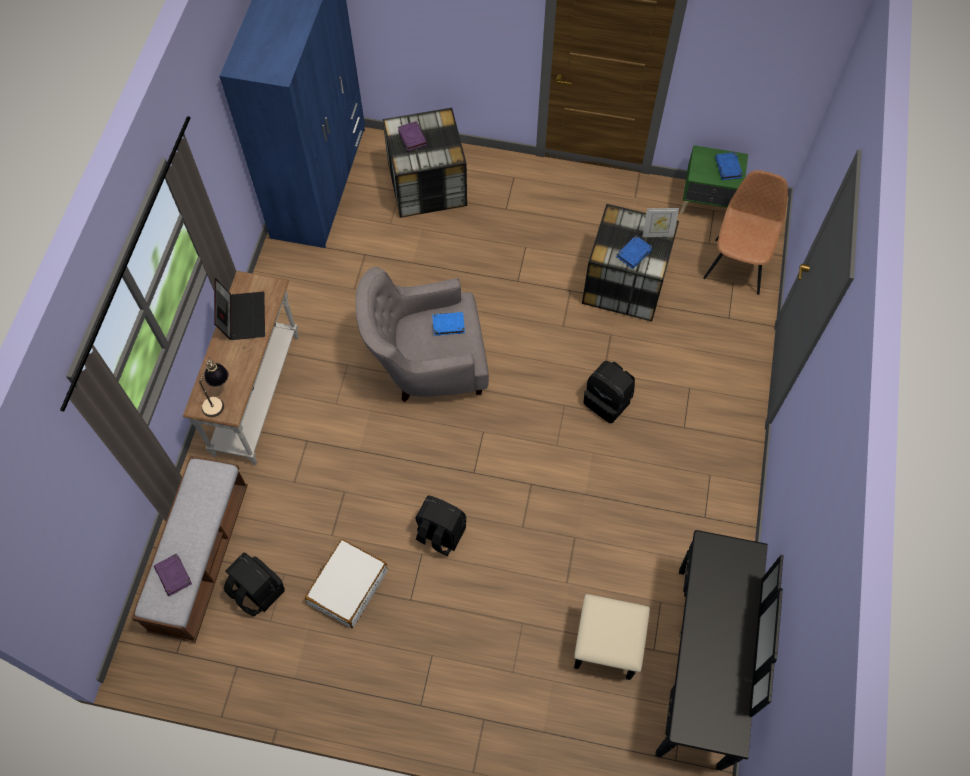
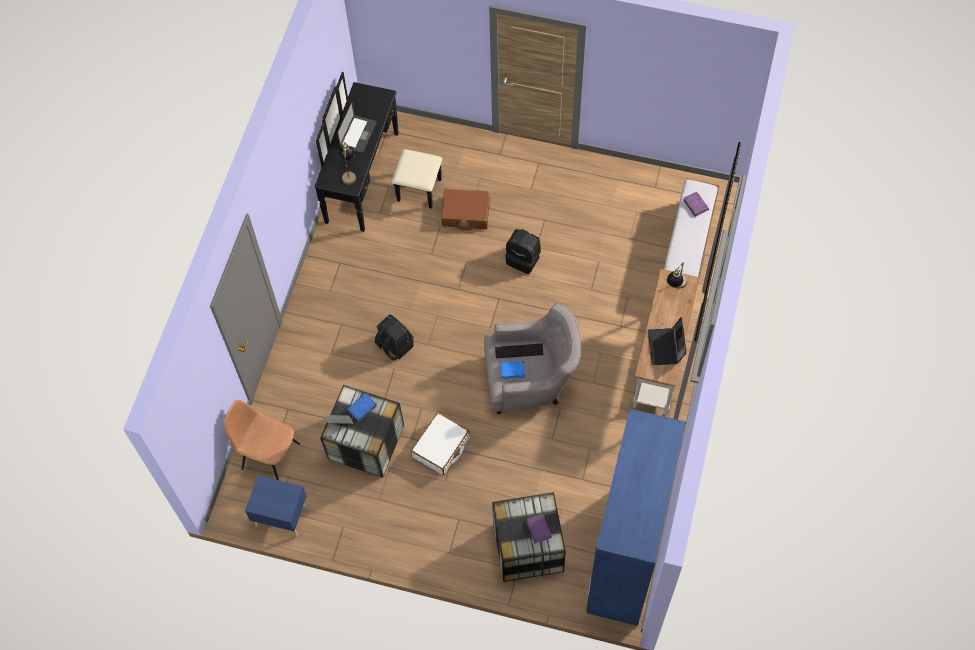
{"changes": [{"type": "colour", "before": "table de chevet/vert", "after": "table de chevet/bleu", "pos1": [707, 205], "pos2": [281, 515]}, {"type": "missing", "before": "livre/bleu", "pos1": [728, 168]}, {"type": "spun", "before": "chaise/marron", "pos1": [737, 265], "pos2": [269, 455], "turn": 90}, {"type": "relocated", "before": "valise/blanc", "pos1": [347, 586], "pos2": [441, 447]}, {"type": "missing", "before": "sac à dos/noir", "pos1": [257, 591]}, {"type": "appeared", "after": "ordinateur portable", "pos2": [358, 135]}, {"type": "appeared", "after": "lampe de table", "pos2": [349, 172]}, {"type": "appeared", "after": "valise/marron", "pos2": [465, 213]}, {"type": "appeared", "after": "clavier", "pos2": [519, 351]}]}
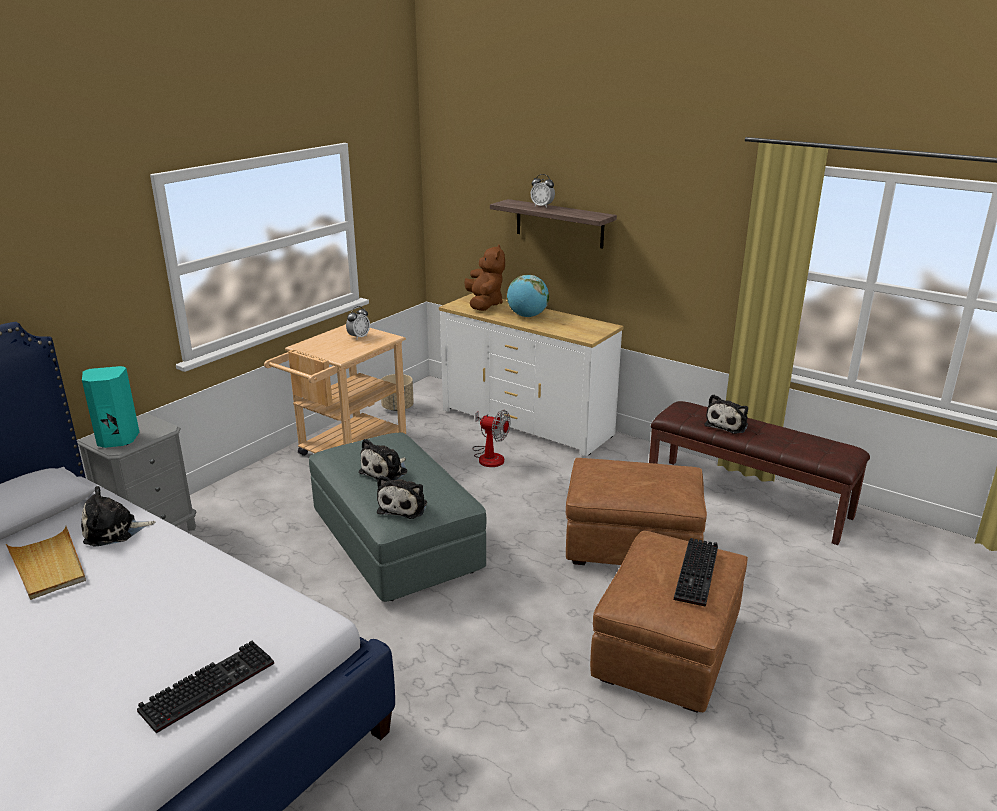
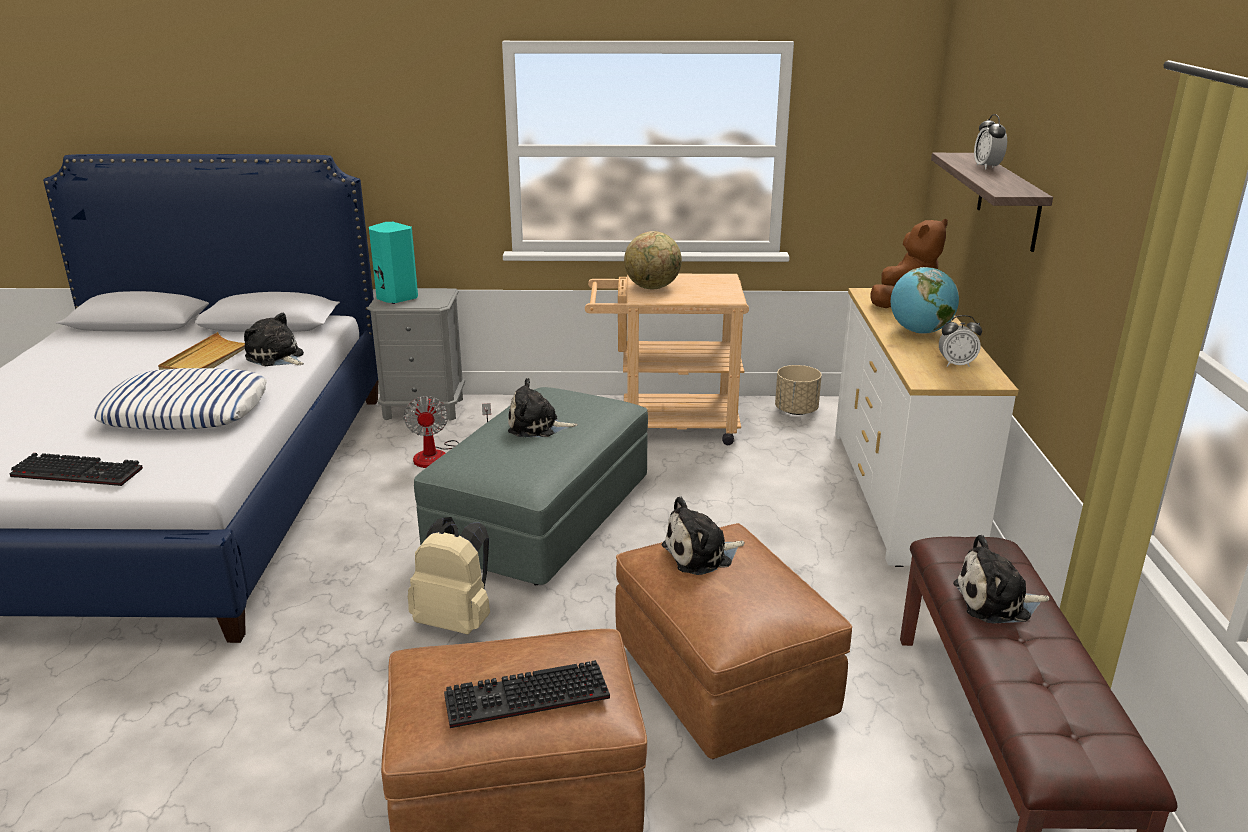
{"changes": [{"type": "relocated", "before": "réveil", "pos1": [358, 337], "pos2": [956, 364]}, {"type": "relocated", "before": "ventilateur", "pos1": [489, 456], "pos2": [441, 455]}, {"type": "relocated", "before": "peluche", "pos1": [404, 506], "pos2": [701, 555]}, {"type": "appeared", "after": "globe", "pos2": [652, 287]}, {"type": "appeared", "after": "coussin", "pos2": [187, 411]}, {"type": "appeared", "after": "sac à dos/beige", "pos2": [456, 621]}]}
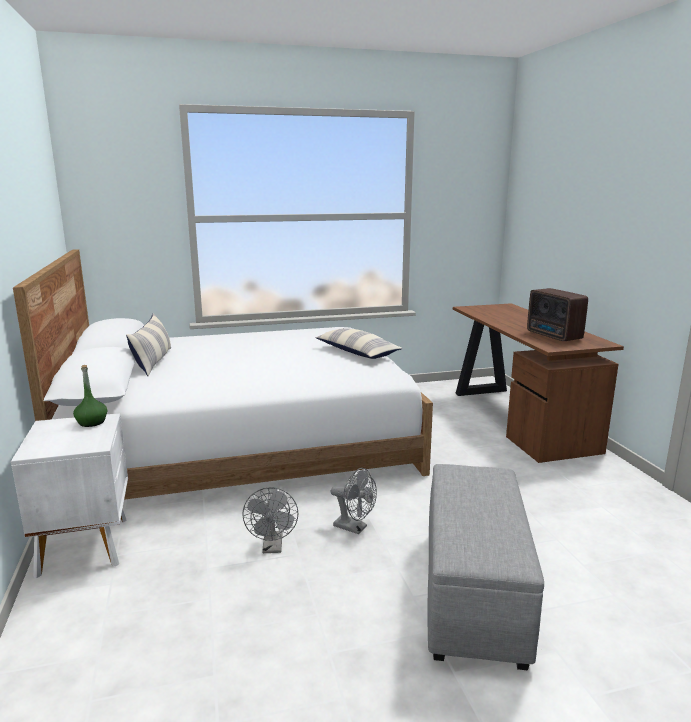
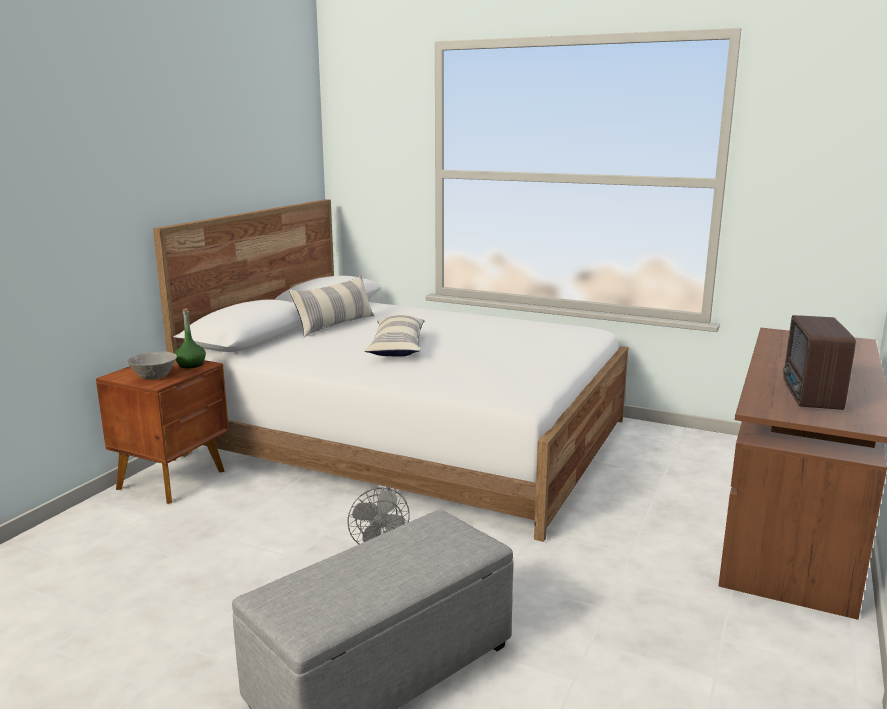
{"changes": [{"type": "relocated", "before": "coussin", "pos1": [357, 353], "pos2": [397, 347]}, {"type": "colour", "before": "table de chevet/blanc", "after": "table de chevet/marron", "pos1": [86, 545], "pos2": [174, 479]}, {"type": "missing", "before": "ventilateur/gris", "pos1": [273, 547]}, {"type": "appeared", "after": "bol/gris", "pos2": [155, 377]}]}
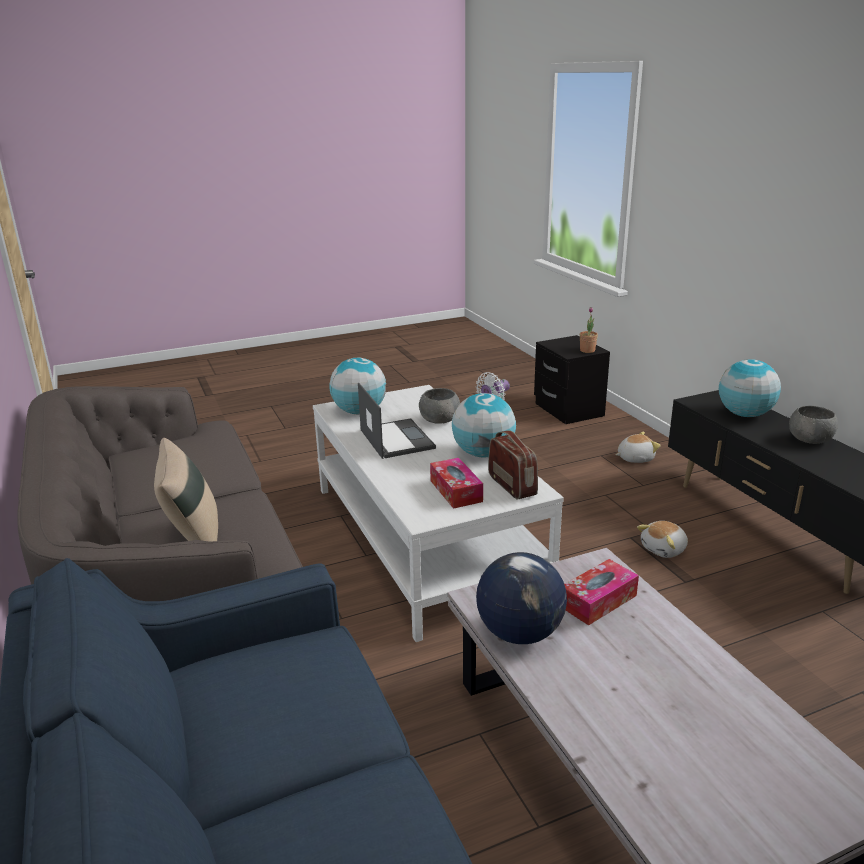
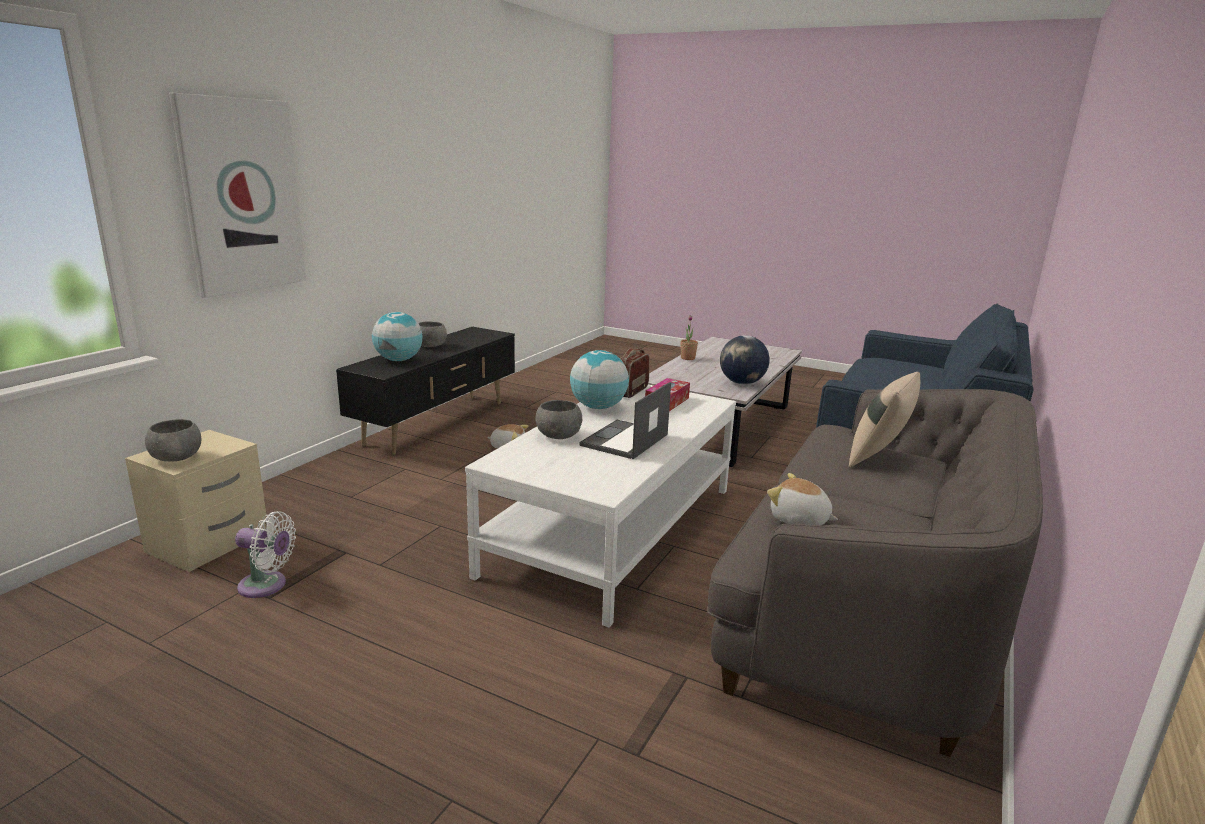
{"changes": [{"type": "relocated", "before": "plante en pot", "pos1": [587, 350], "pos2": [687, 358]}, {"type": "colour", "before": "table de chevet/noir", "after": "table de chevet/beige", "pos1": [567, 410], "pos2": [209, 543]}, {"type": "missing", "before": "globe", "pos1": [359, 412]}, {"type": "relocated", "before": "peluche", "pos1": [635, 458], "pos2": [799, 520]}, {"type": "missing", "before": "boîte à mouchoirs", "pos1": [598, 601]}, {"type": "appeared", "after": "tableau", "pos2": [241, 196]}, {"type": "appeared", "after": "bol/gris", "pos2": [176, 458]}]}
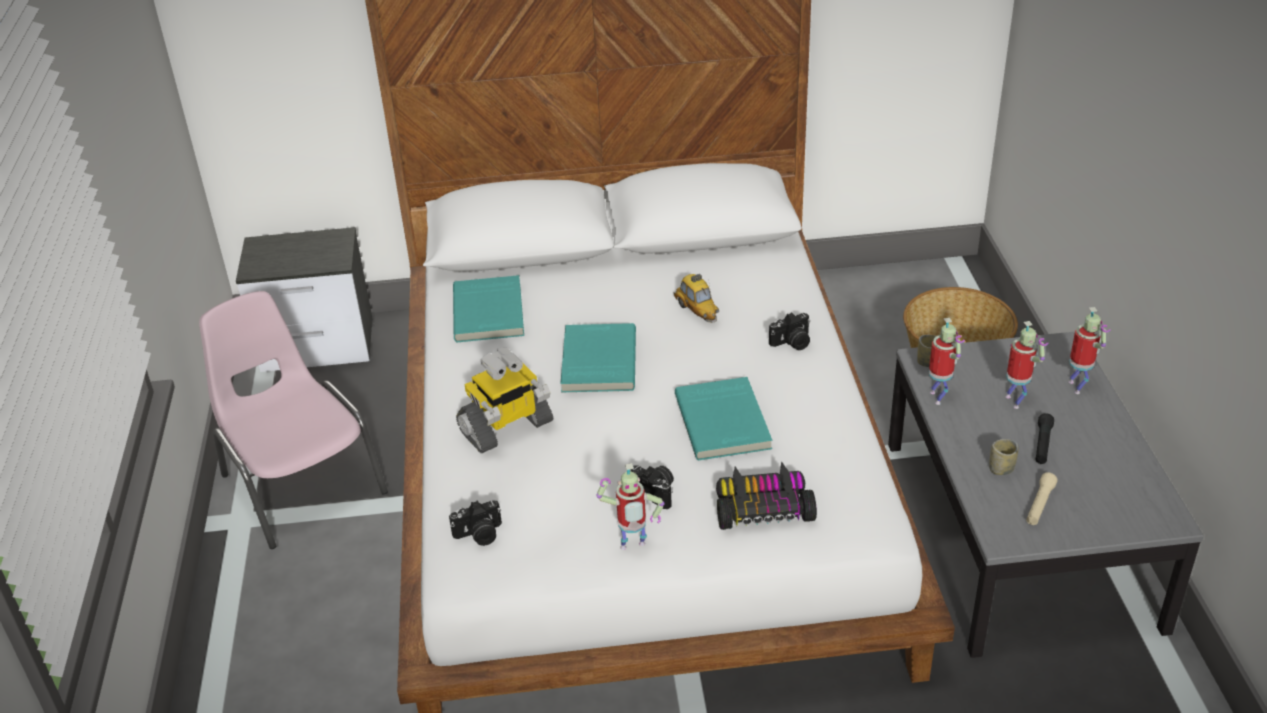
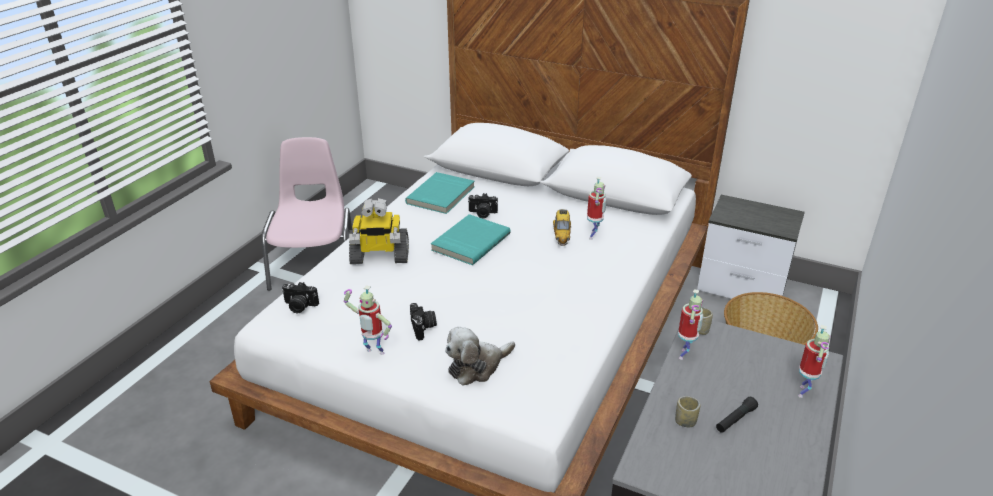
{"changes": [{"type": "relocated", "before": "table de chevet", "pos1": [320, 346], "pos2": [743, 287]}, {"type": "relocated", "before": "appareil photo", "pos1": [792, 343], "pos2": [482, 213]}, {"type": "relocated", "before": "robot jouet", "pos1": [1015, 401], "pos2": [594, 236]}, {"type": "missing", "before": "livre/turquoise", "pos1": [724, 421]}, {"type": "exchanged", "before": "petite voiture", "after": "peluche", "pos1": [763, 508], "pos2": [477, 366]}, {"type": "missing", "before": "lampe de poche/beige", "pos1": [1039, 505]}]}
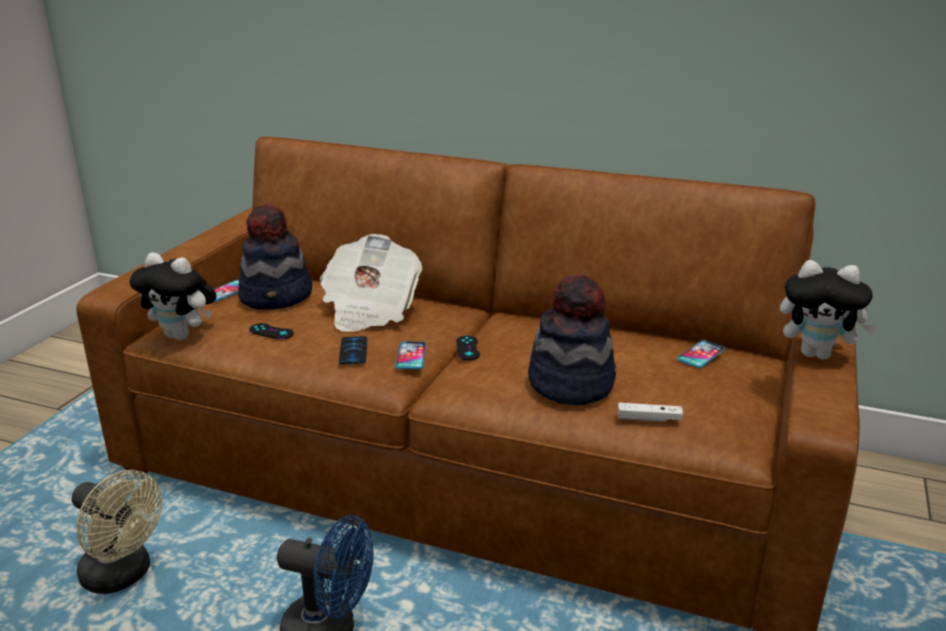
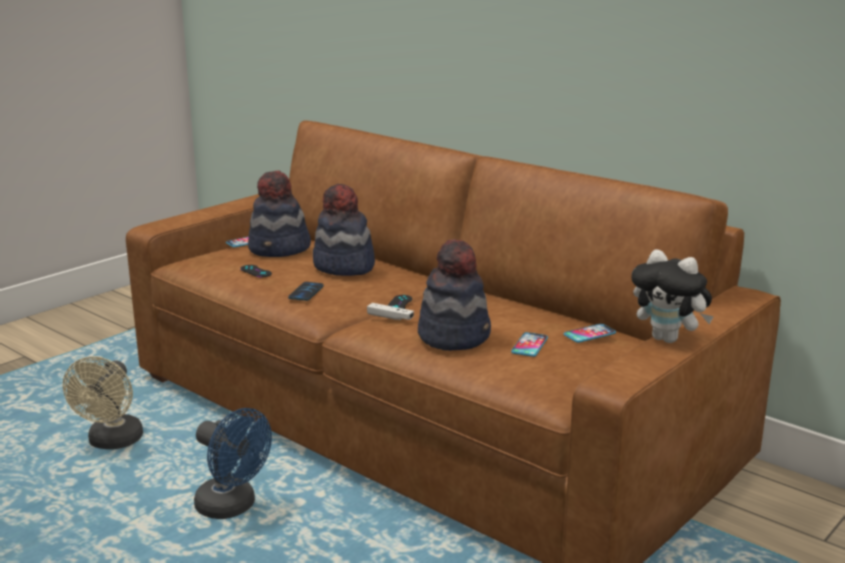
{"changes": [{"type": "exchanged", "before": "journal", "after": "chapeau", "pos1": [369, 309], "pos2": [343, 267]}, {"type": "missing", "before": "peluche", "pos1": [182, 336]}, {"type": "relocated", "before": "téléphone", "pos1": [411, 356], "pos2": [529, 345]}, {"type": "relocated", "before": "manette/blanc", "pos1": [649, 419], "pos2": [390, 317]}, {"type": "spun", "before": "ventilateur/beige", "pos1": [123, 576], "pos2": [112, 443], "turn": 45}]}
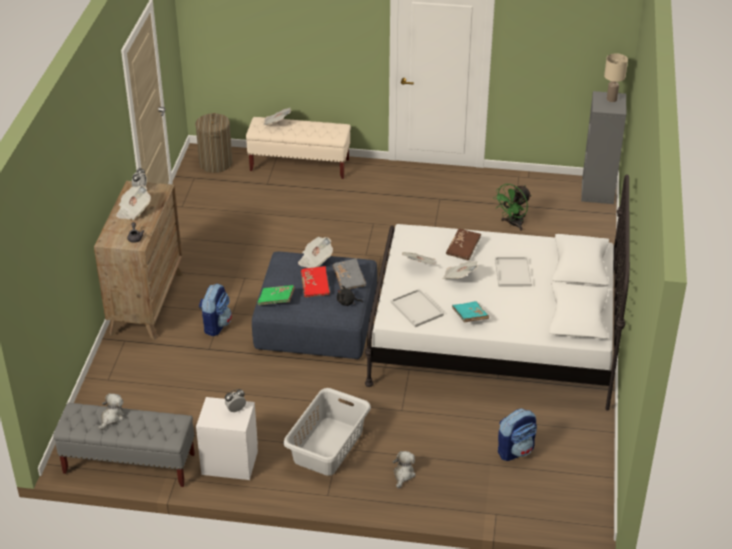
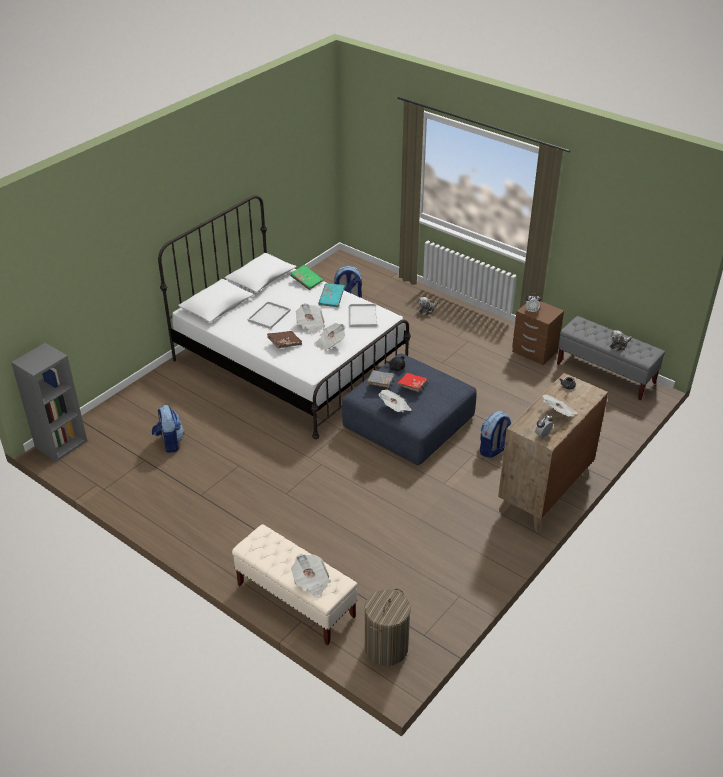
{"changes": [{"type": "missing", "before": "lampe de table/beige", "pos1": [611, 99]}, {"type": "exchanged", "before": "ventilateur/vert", "after": "sac à dos", "pos1": [512, 224], "pos2": [169, 443]}, {"type": "relocated", "before": "livre/vert", "pos1": [276, 300], "pos2": [307, 281]}, {"type": "missing", "before": "panier à linge/gris", "pos1": [329, 446]}, {"type": "colour", "before": "table de chevet/blanc", "after": "table de chevet/marron", "pos1": [229, 462], "pos2": [534, 352]}]}
